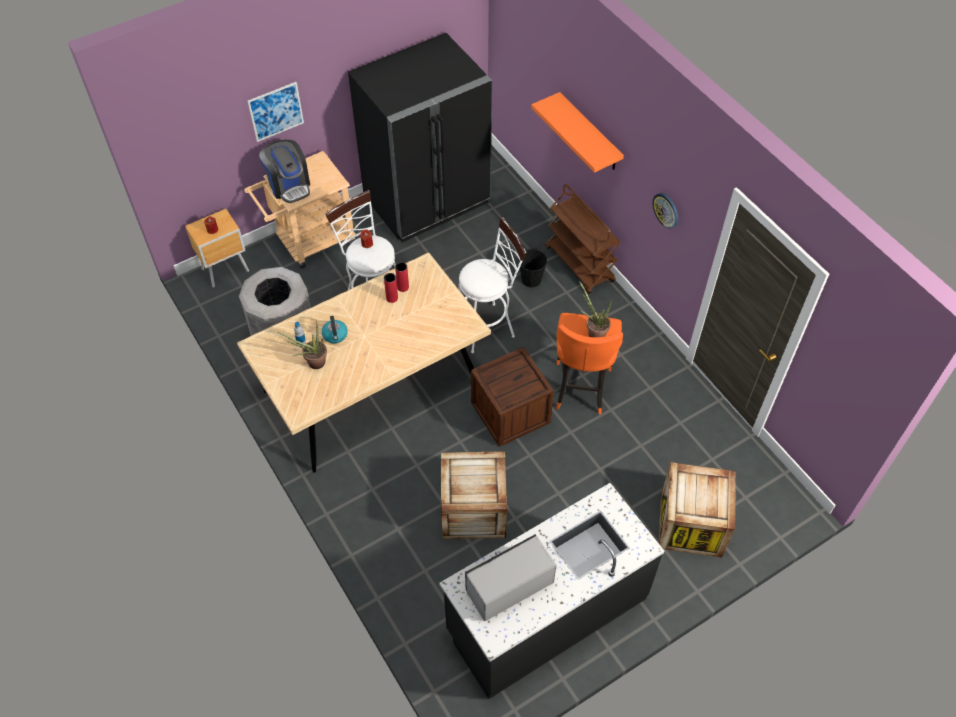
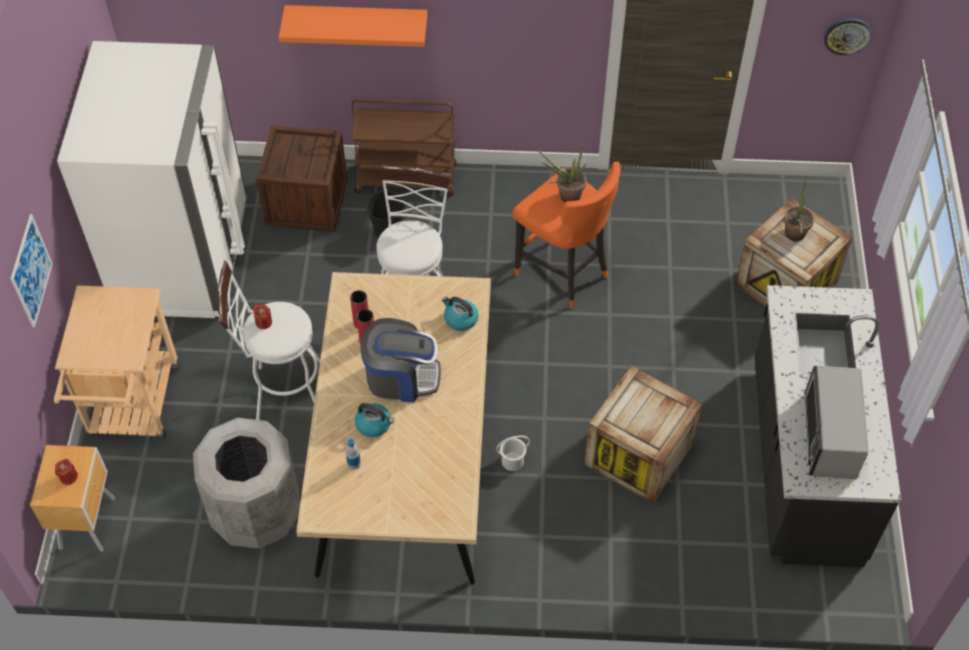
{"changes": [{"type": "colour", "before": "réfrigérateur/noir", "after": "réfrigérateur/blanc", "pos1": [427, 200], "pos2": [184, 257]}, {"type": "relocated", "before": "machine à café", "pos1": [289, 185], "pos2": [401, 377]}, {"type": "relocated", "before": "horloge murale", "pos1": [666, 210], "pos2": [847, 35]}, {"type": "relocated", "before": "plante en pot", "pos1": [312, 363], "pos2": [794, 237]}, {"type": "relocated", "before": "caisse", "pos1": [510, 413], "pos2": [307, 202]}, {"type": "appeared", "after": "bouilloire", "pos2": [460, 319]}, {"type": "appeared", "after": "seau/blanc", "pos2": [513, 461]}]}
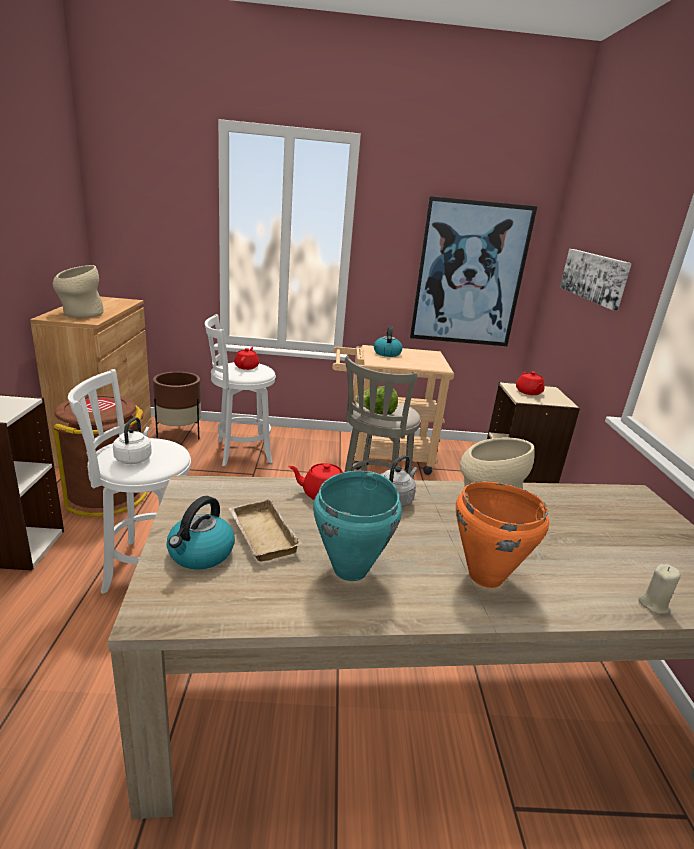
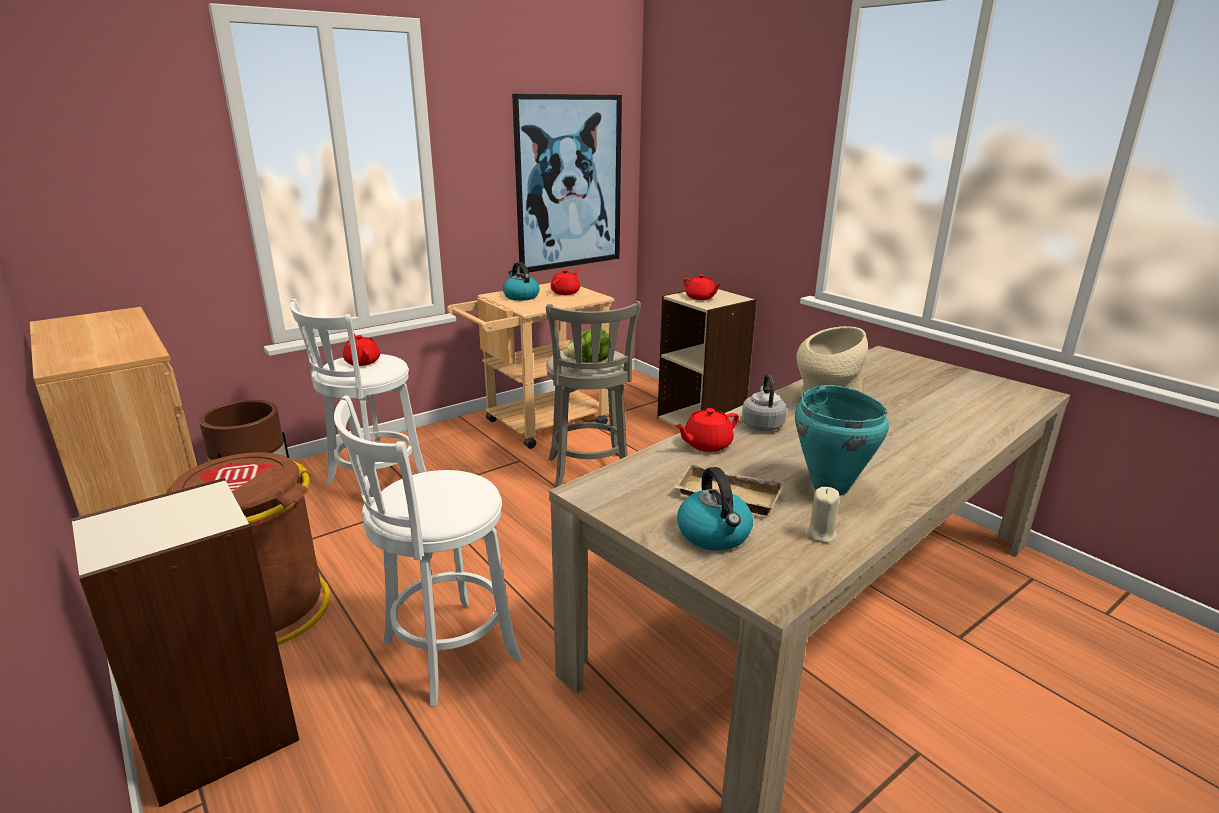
{"changes": [{"type": "missing", "before": "tableau", "pos1": [594, 277]}, {"type": "missing", "before": "vase/beige", "pos1": [80, 314]}, {"type": "missing", "before": "bouilloire/blanc", "pos1": [134, 458]}, {"type": "missing", "before": "marmite/orange", "pos1": [485, 576]}, {"type": "relocated", "before": "bougie/beige", "pos1": [653, 604], "pos2": [820, 534]}, {"type": "appeared", "after": "théière/rouge", "pos2": [566, 292]}]}
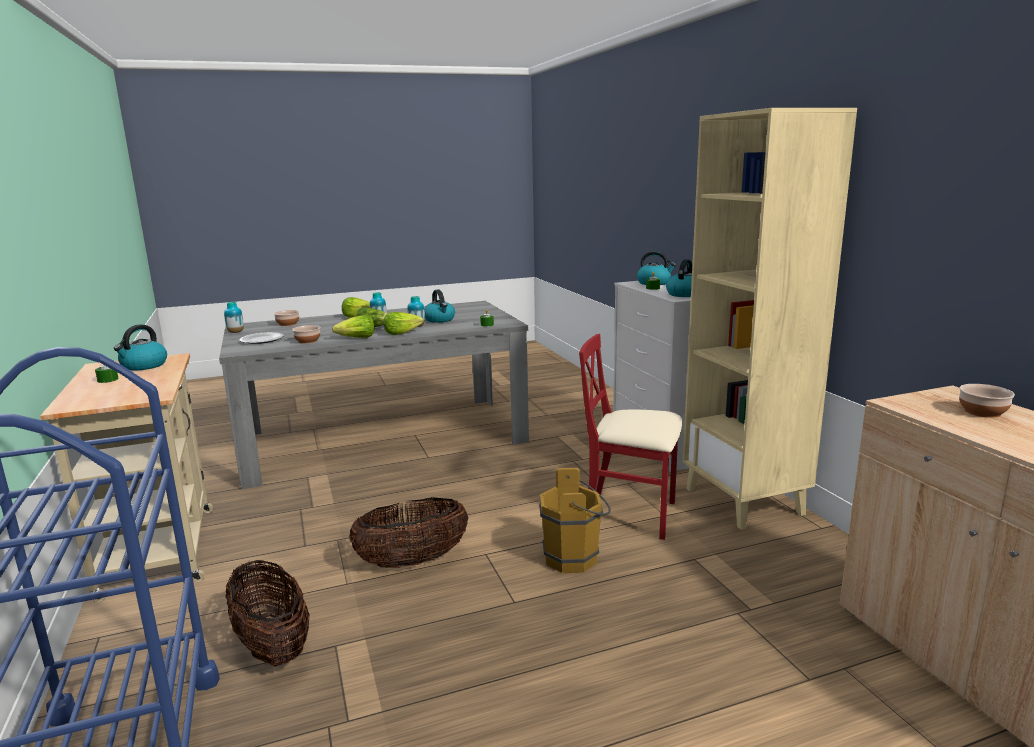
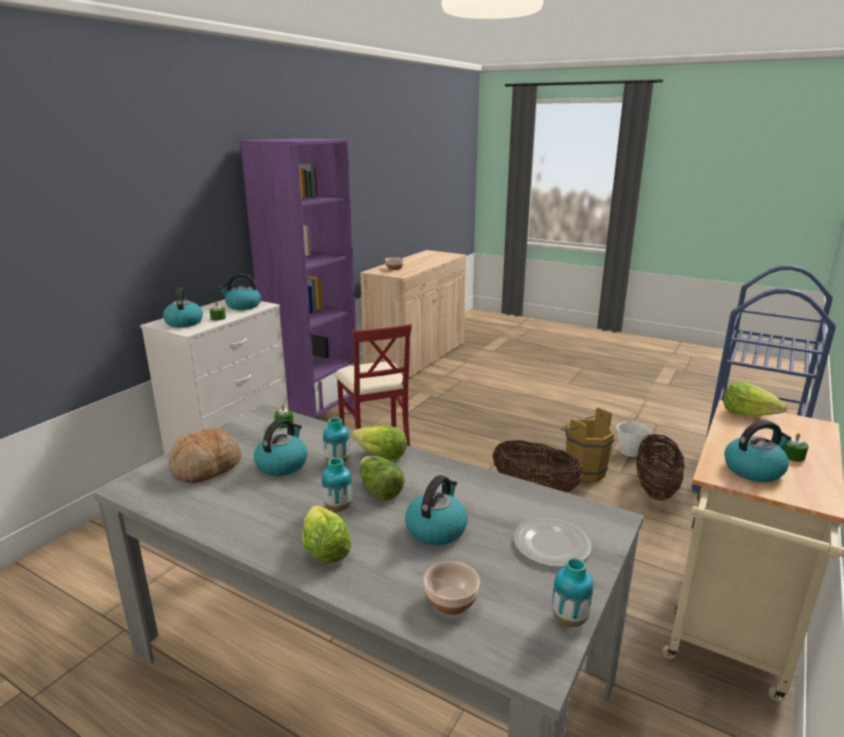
{"changes": [{"type": "colour", "before": "bibliothèque/beige", "after": "bibliothèque/violet", "pos1": [745, 501], "pos2": [315, 416]}, {"type": "relocated", "before": "laitue", "pos1": [356, 338], "pos2": [748, 414]}, {"type": "missing", "before": "bol", "pos1": [307, 341]}, {"type": "relocated", "before": "seau/marron", "pos1": [575, 558], "pos2": [582, 470]}, {"type": "appeared", "after": "seau/blanc", "pos2": [630, 451]}, {"type": "appeared", "after": "pain", "pos2": [206, 467]}, {"type": "appeared", "after": "bouilloire", "pos2": [436, 529]}]}
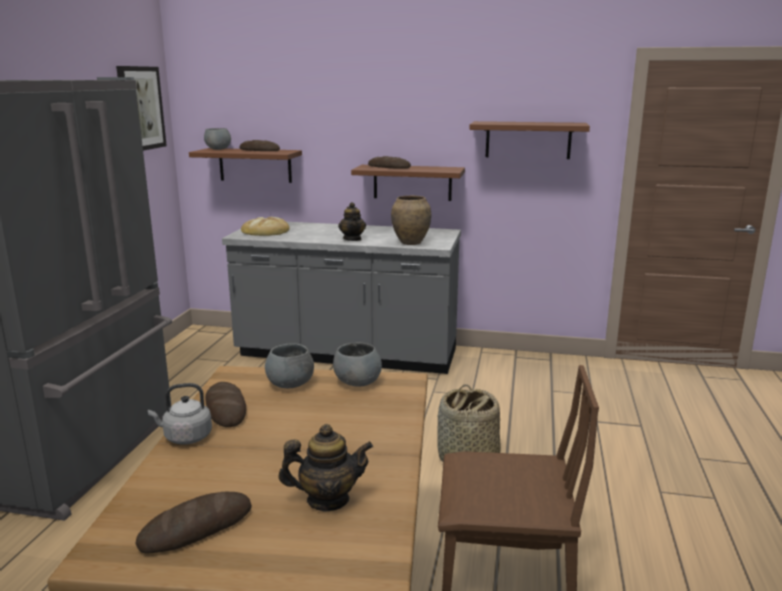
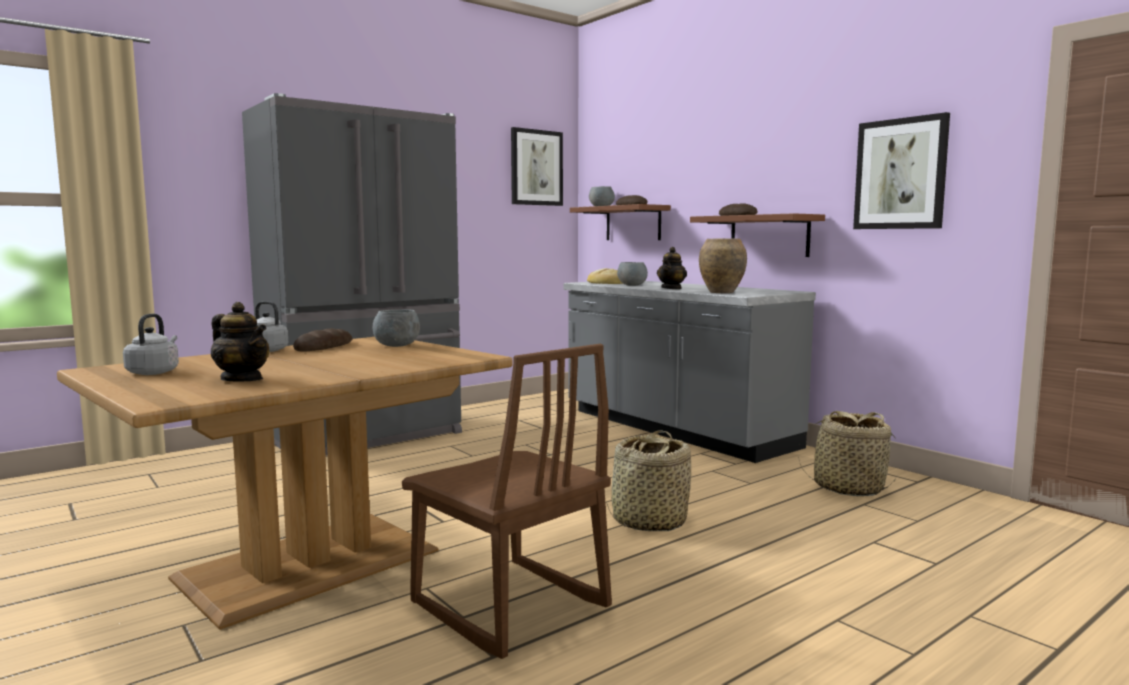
{"changes": [{"type": "exchanged", "before": "étagère/marron", "after": "tableau", "pos1": [528, 140], "pos2": [900, 174]}, {"type": "relocated", "before": "bol/gris", "pos1": [357, 382], "pos2": [632, 285]}, {"type": "exchanged", "before": "pain", "after": "bouilloire/gris", "pos1": [196, 528], "pos2": [154, 372]}, {"type": "appeared", "after": "panier", "pos2": [848, 488]}]}
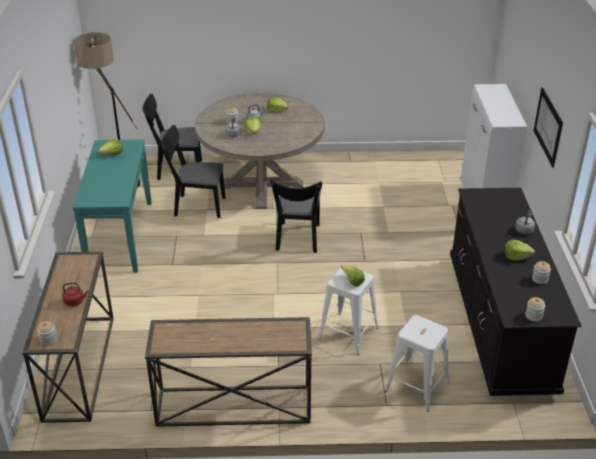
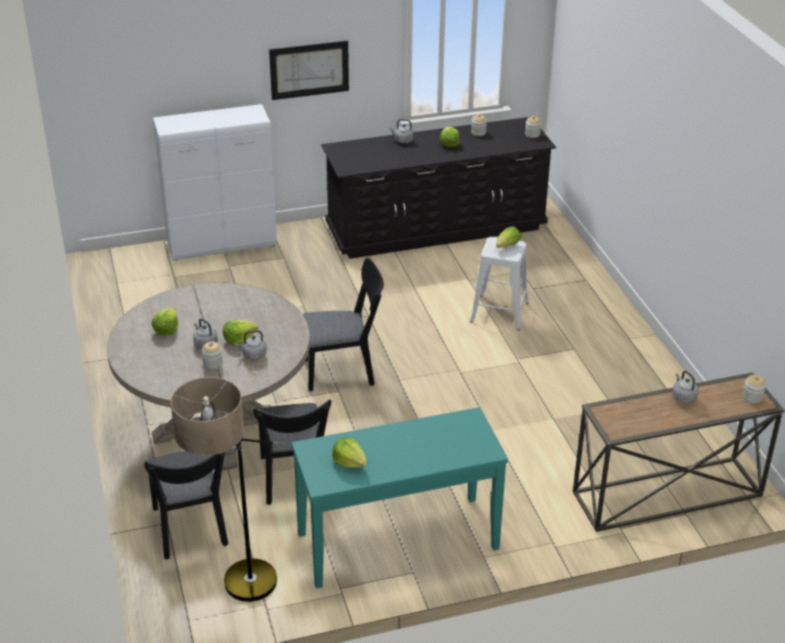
{"changes": [{"type": "colour", "before": "bouilloire/rouge", "after": "bouilloire/gris", "pos1": [75, 301], "pos2": [683, 397]}, {"type": "missing", "before": "tabouret/blanc", "pos1": [417, 386]}, {"type": "missing", "before": "table console", "pos1": [233, 407]}]}
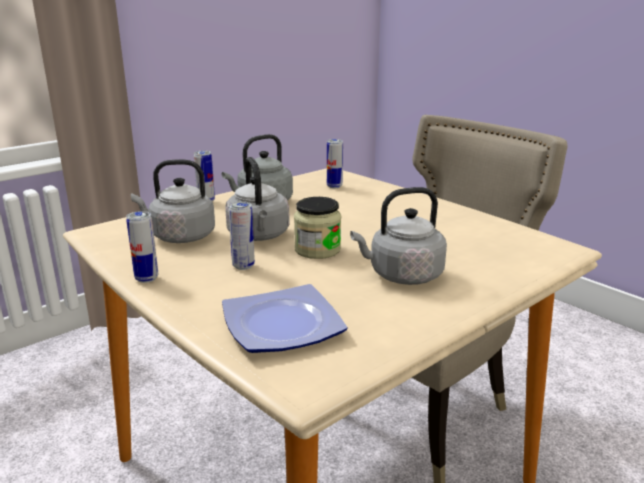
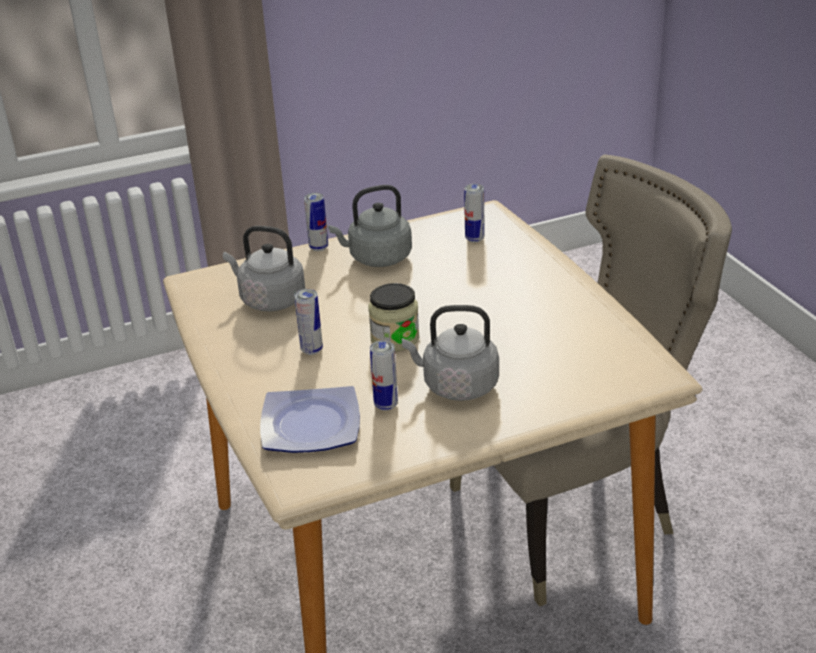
{"changes": [{"type": "missing", "before": "bouilloire/gris", "pos1": [259, 236]}, {"type": "relocated", "before": "boîte métallique", "pos1": [146, 278], "pos2": [386, 405]}]}
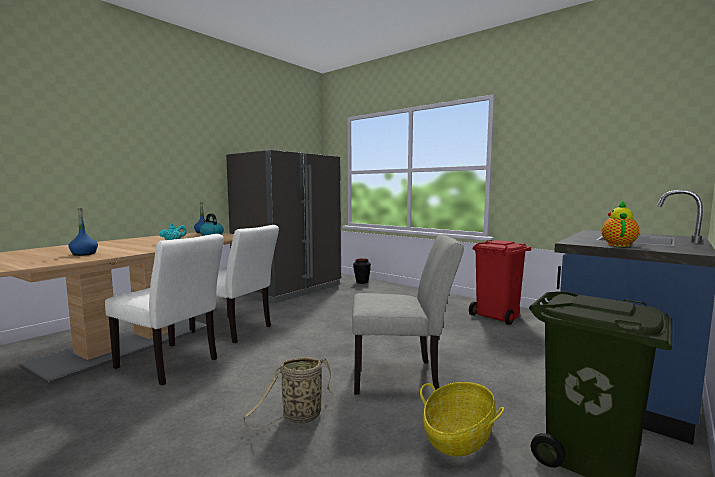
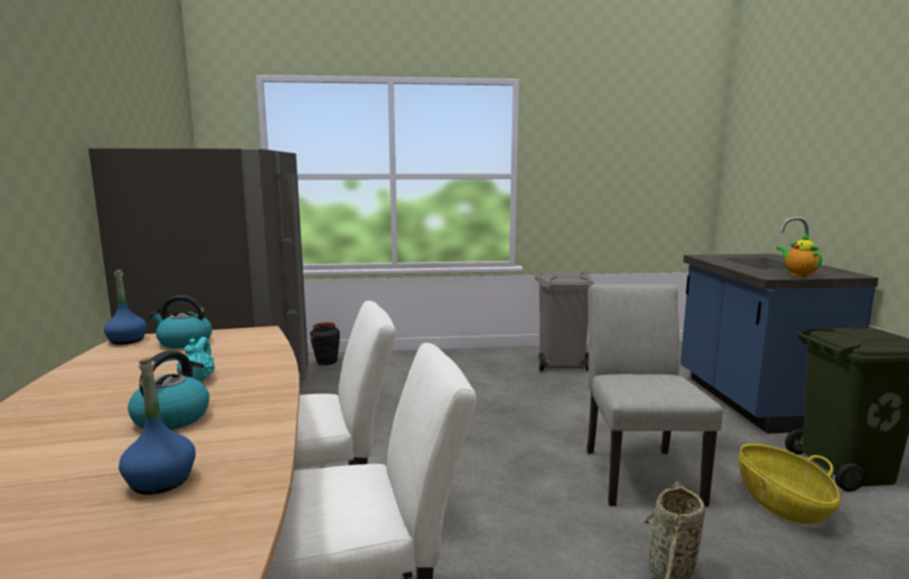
{"changes": [{"type": "spun", "before": "chaise/gris", "pos1": [402, 376], "pos2": [638, 470], "turn": -45}, {"type": "colour", "before": "poubelle/rouge", "after": "poubelle/gris", "pos1": [498, 316], "pos2": [562, 363]}, {"type": "appeared", "after": "bouilloire", "pos2": [172, 417]}]}
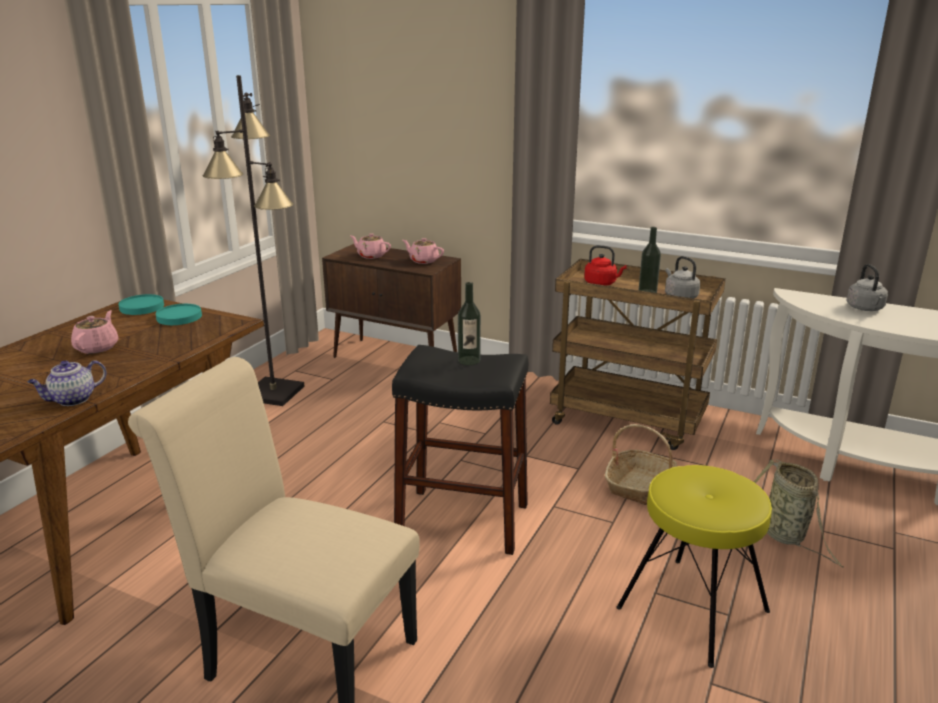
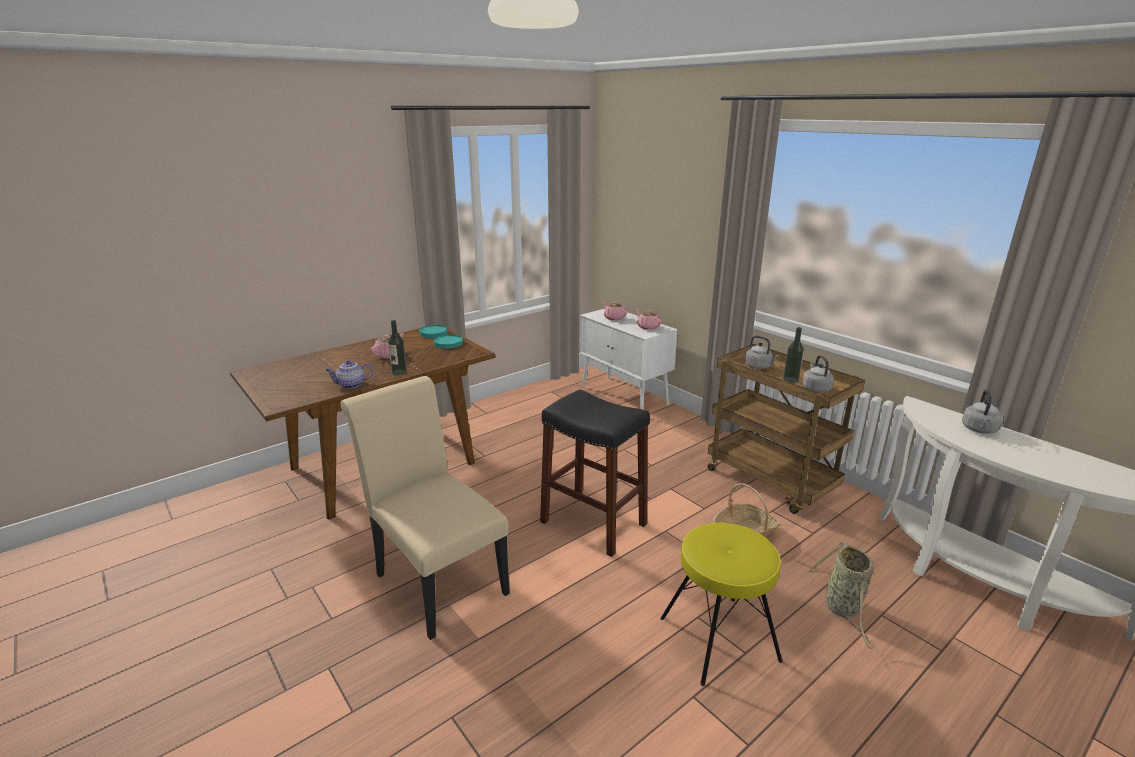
{"changes": [{"type": "missing", "before": "lampadaire/noir", "pos1": [274, 393]}, {"type": "colour", "before": "meuble de rangement/marron", "after": "meuble de rangement/blanc", "pos1": [396, 359], "pos2": [624, 396]}, {"type": "colour", "before": "bouilloire/rouge", "after": "bouilloire/gris", "pos1": [602, 283], "pos2": [759, 367]}, {"type": "relocated", "before": "bouteille", "pos1": [469, 360], "pos2": [399, 372]}]}
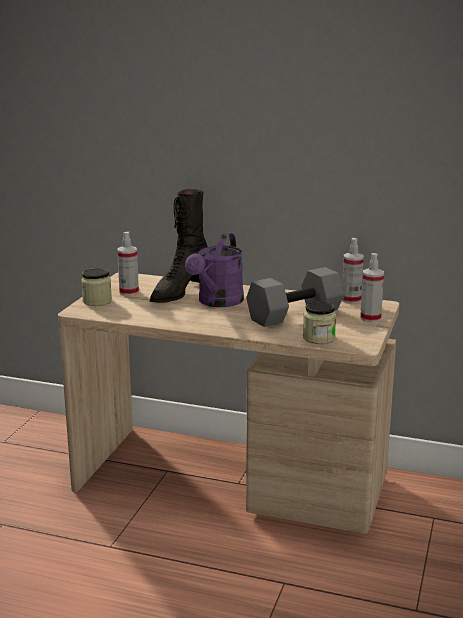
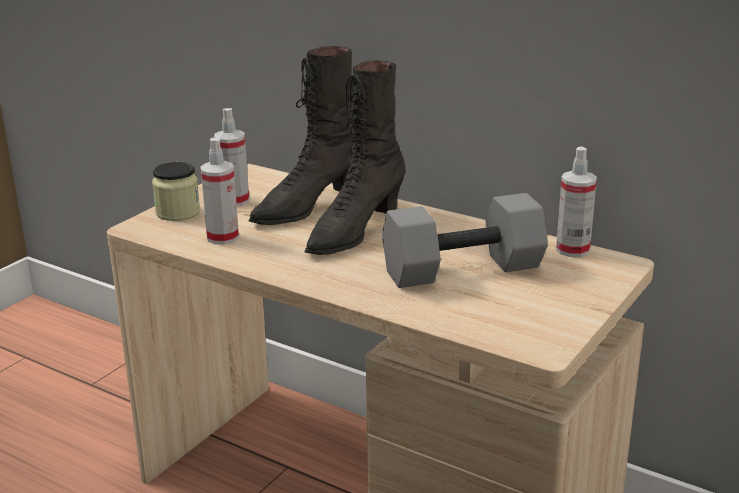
{"changes": [{"type": "exchanged", "before": "arrosoir/violet", "after": "botte/noir", "pos1": [217, 302], "pos2": [354, 232]}, {"type": "relocated", "before": "vaporisateur", "pos1": [370, 318], "pos2": [222, 237]}, {"type": "missing", "before": "bocal", "pos1": [318, 338]}]}
